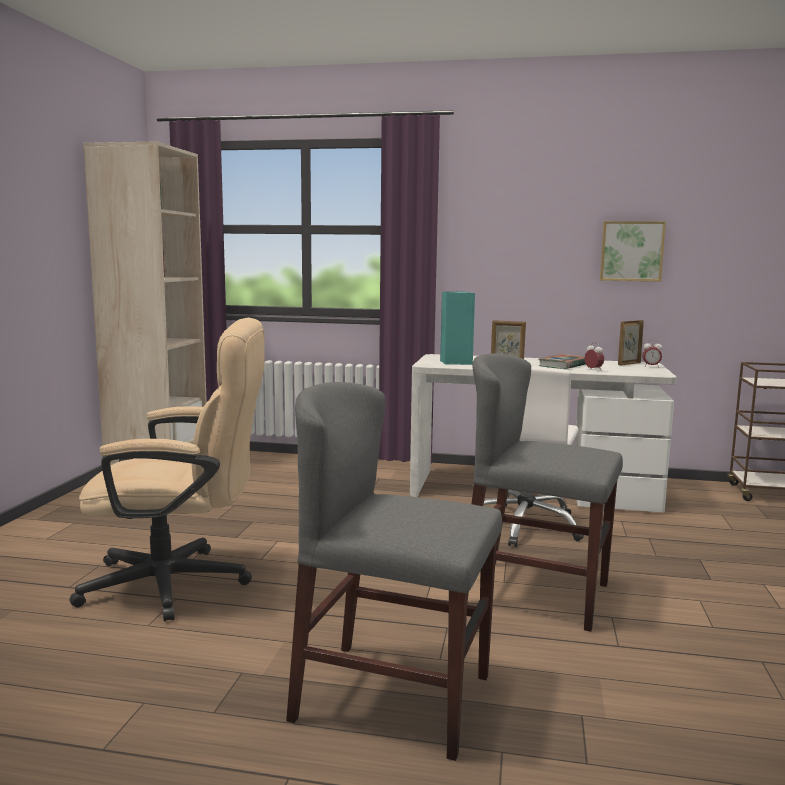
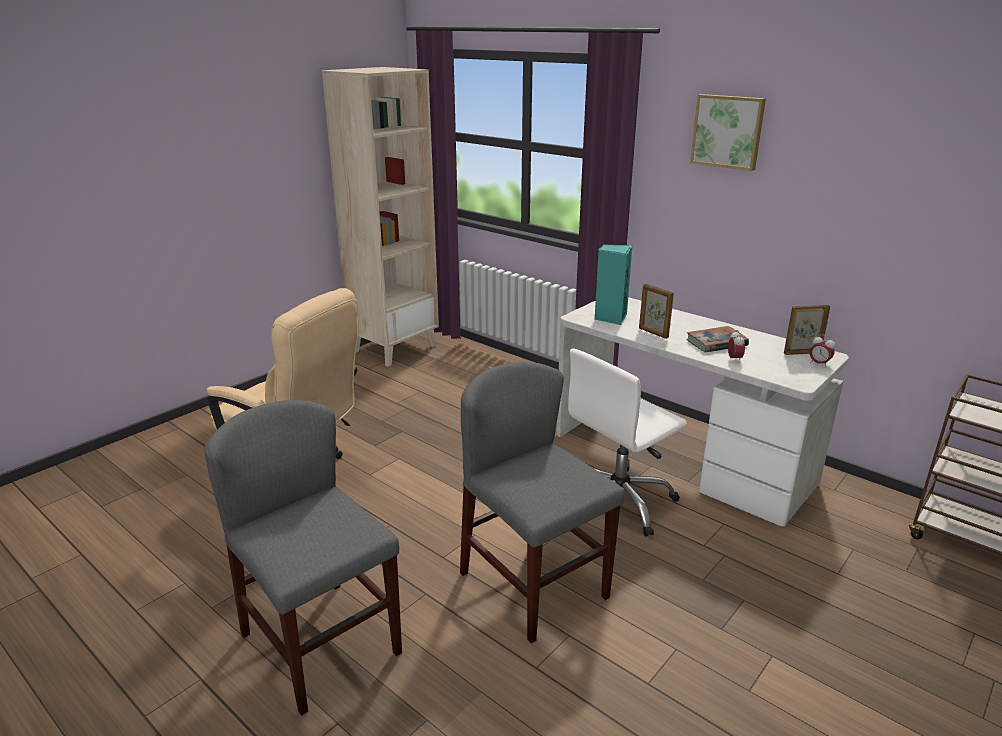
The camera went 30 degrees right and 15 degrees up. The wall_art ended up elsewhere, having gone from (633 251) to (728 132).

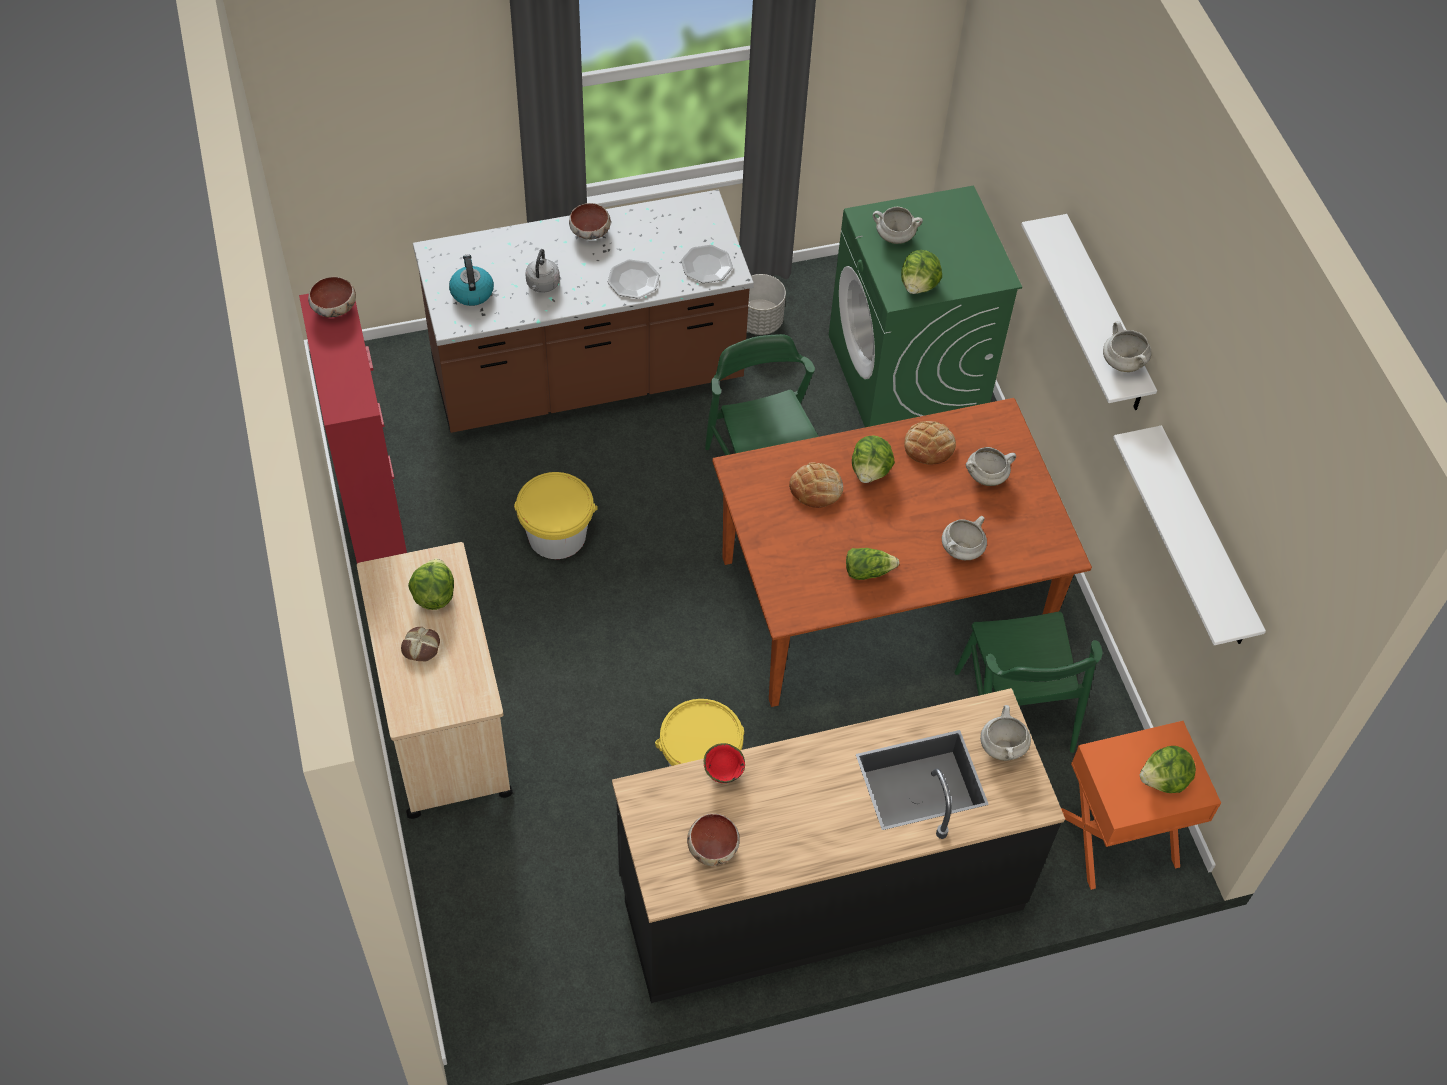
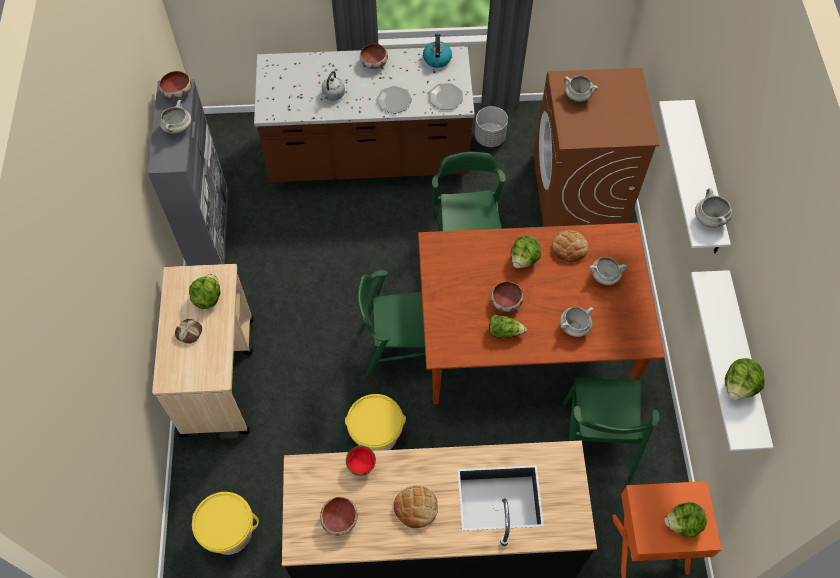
The camera went 15 degrees right and 5 degrees up. The second view gained the greenish_upright_chair at (391 325). The second view gained the deep_dish at (507 297). The water_kettle ended up elsewhere, having gone from (471 280) to (437 50). The yellow-coloured_water_bucket ended up elsewhere, having gone from (556 515) to (225 523). The baked_bread ended up elsewhere, having gone from (816 485) to (416 506). The head_of_lettuce ended up elsewhere, having gone from (921 272) to (745 379). The whitish_cooking_pot ended up elsewhere, having gone from (1005 733) to (175 117). What was the red_cabinet at (353 428) turned into the greyish_cabinet at (188 172). What was the greenish_laundry_machine at (925 306) turned into the brown_laundry_machine at (596 147).

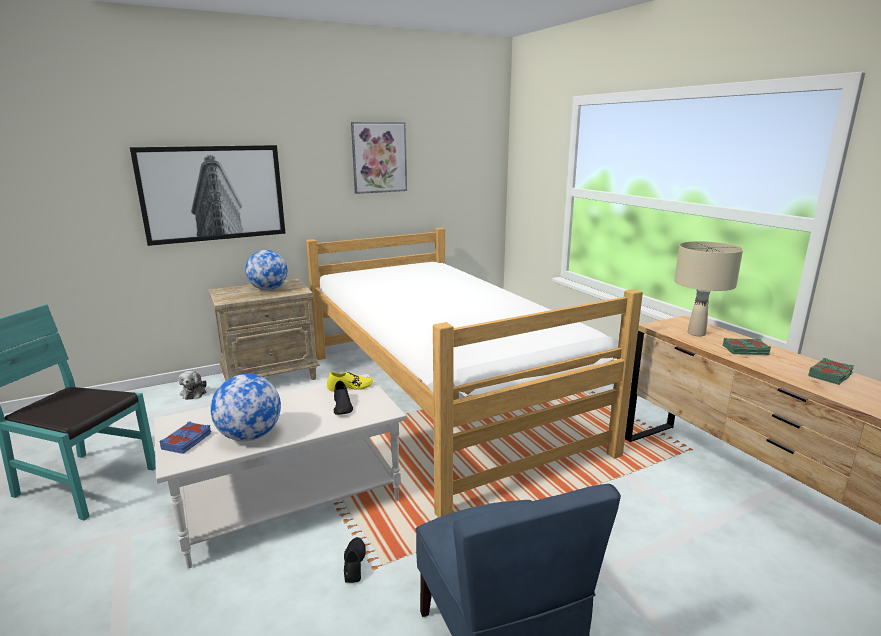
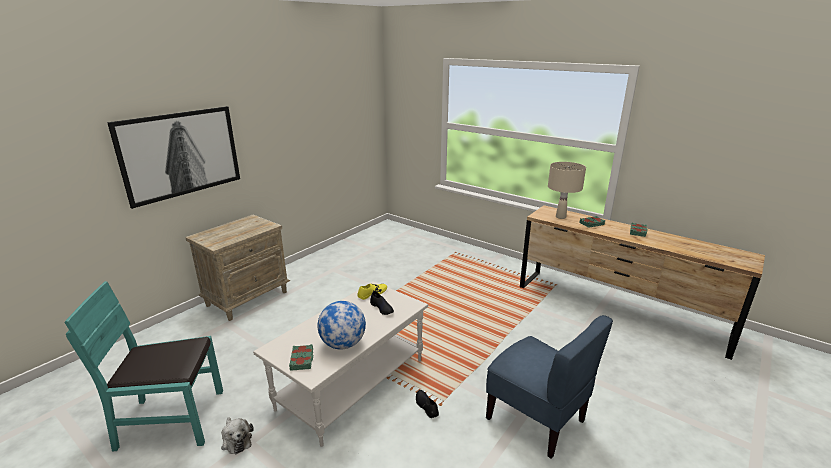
The camera went 25 degrees left and 5 degrees up. The second view lost the desk_globe at (266 270). The second view lost the bed at (474 372). The second view lost the wall_art at (379 158). The plush_toy ended up elsewhere, having gone from (193 385) to (237 435). What was the blue_bound_book at (185 437) turned into the greenish_bound_book at (301 357).

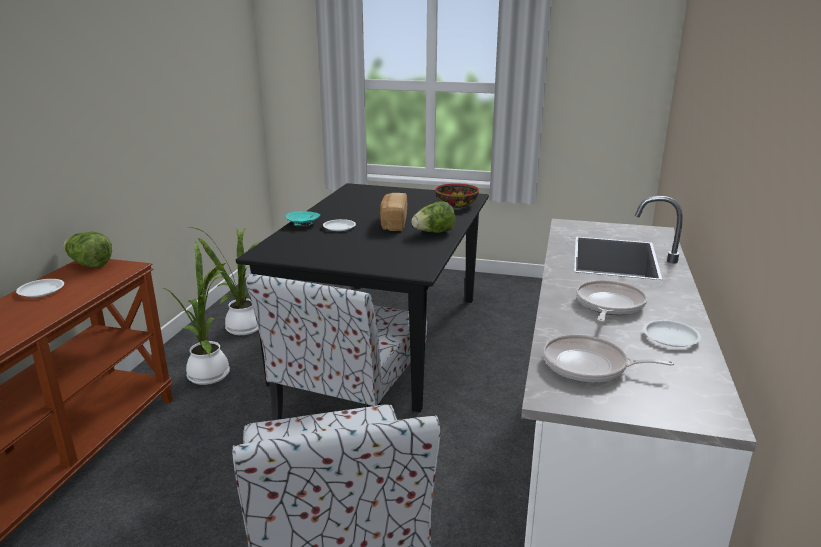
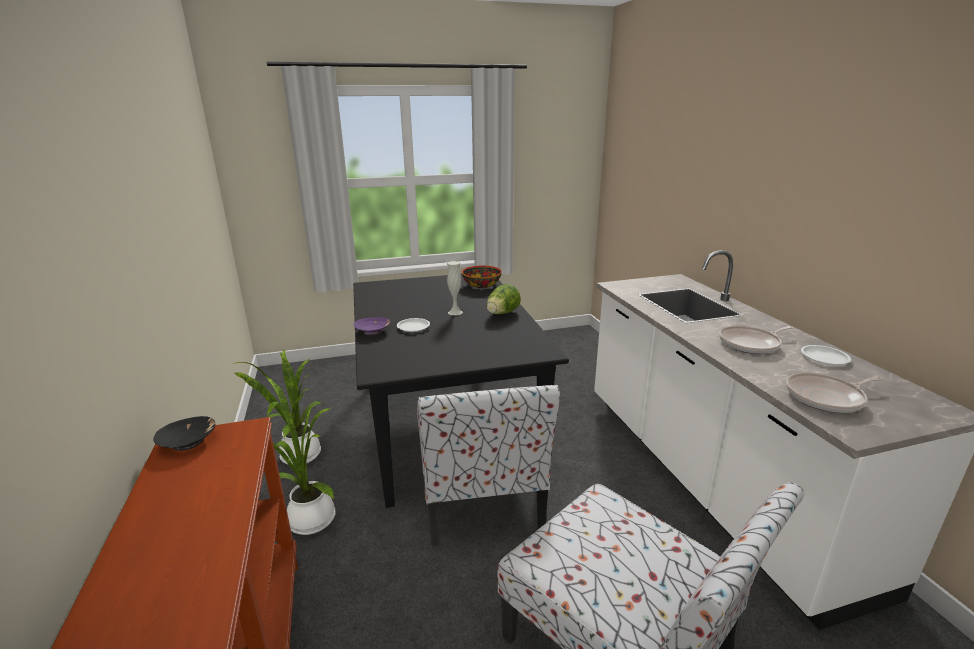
The camera went 30 degrees left and 0 degrees up. The second view lost the whitish_plate at (40 288). Where the head_of_lettuce stood at (87 250), the black_deep_dish came to stand at (184 433). Where the baked_bread stood at (393 212), the whitish_decorative_vase came to stand at (455 288). What was the blue-green_deep_dish at (302 219) turned into the purple_deep_dish at (371 326). The skillet at (611 301) ended up facing another way, 105 degrees counterclockwise from before.

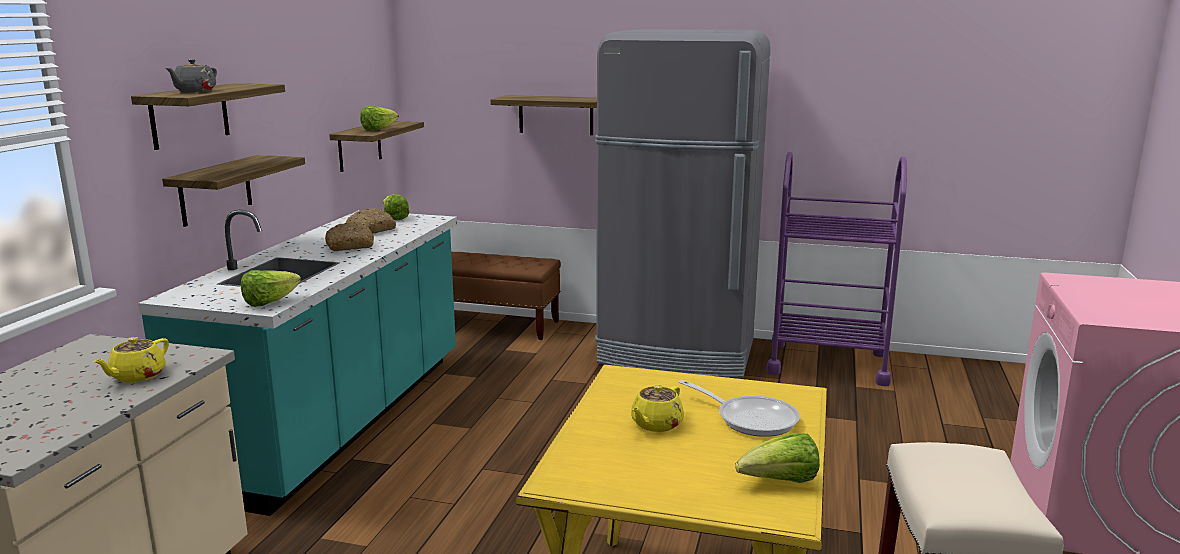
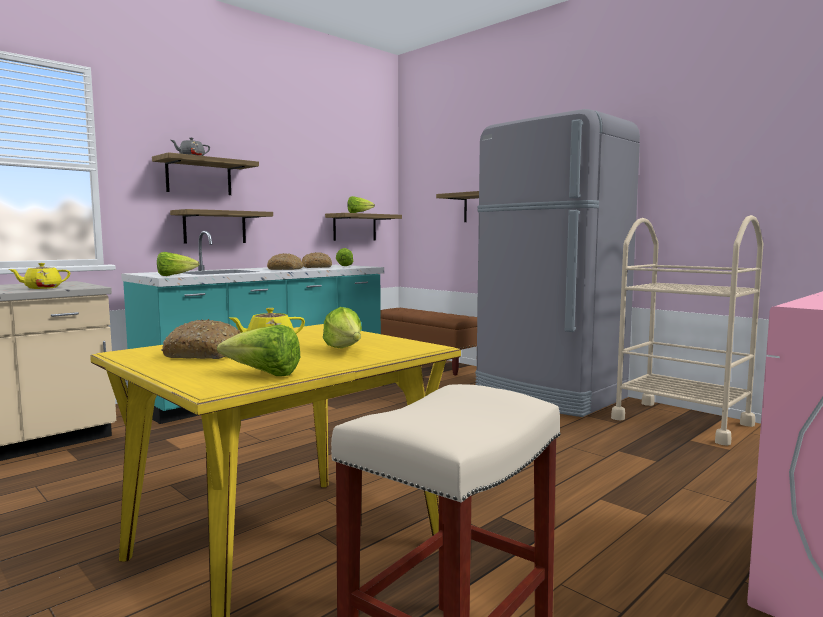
The camera went 30 degrees right and 10 degrees down. The second view gained the baked_bread at (201 339). Where the skillet stood at (739 408), the head_of_lettuce came to stand at (342 327). What was the purple_trolley at (836 269) turned into the sand-coloured_trolley at (687 330).

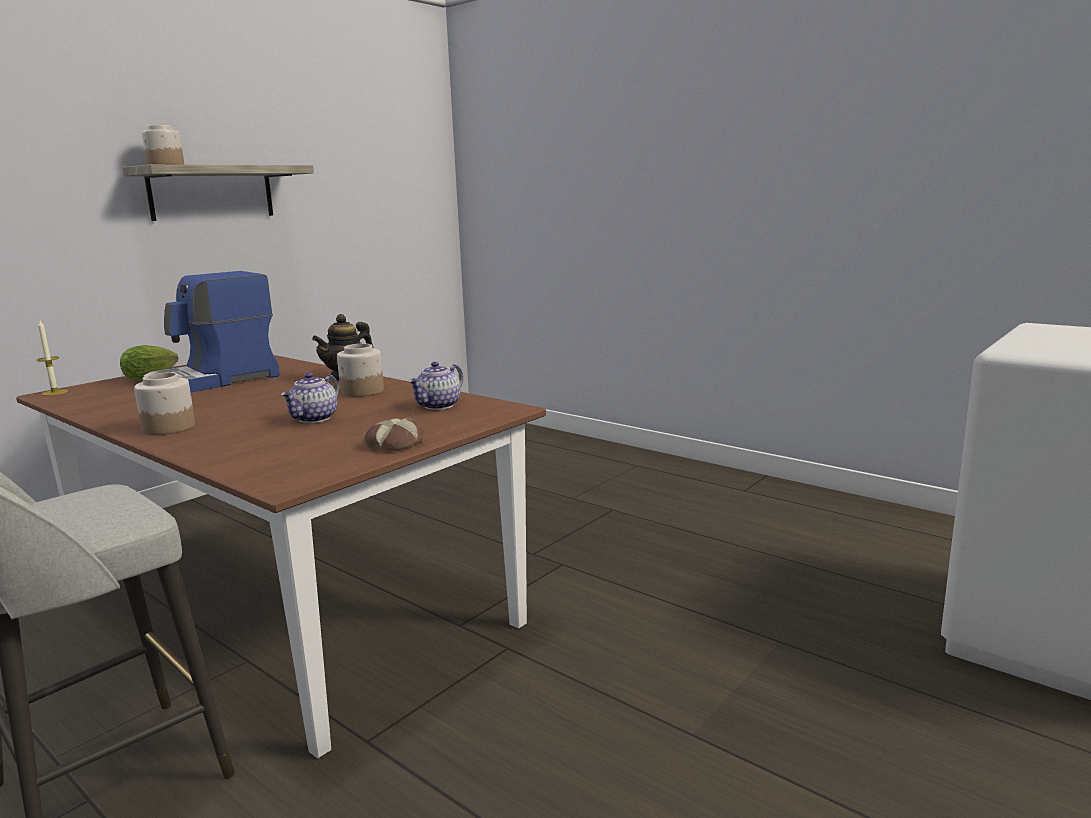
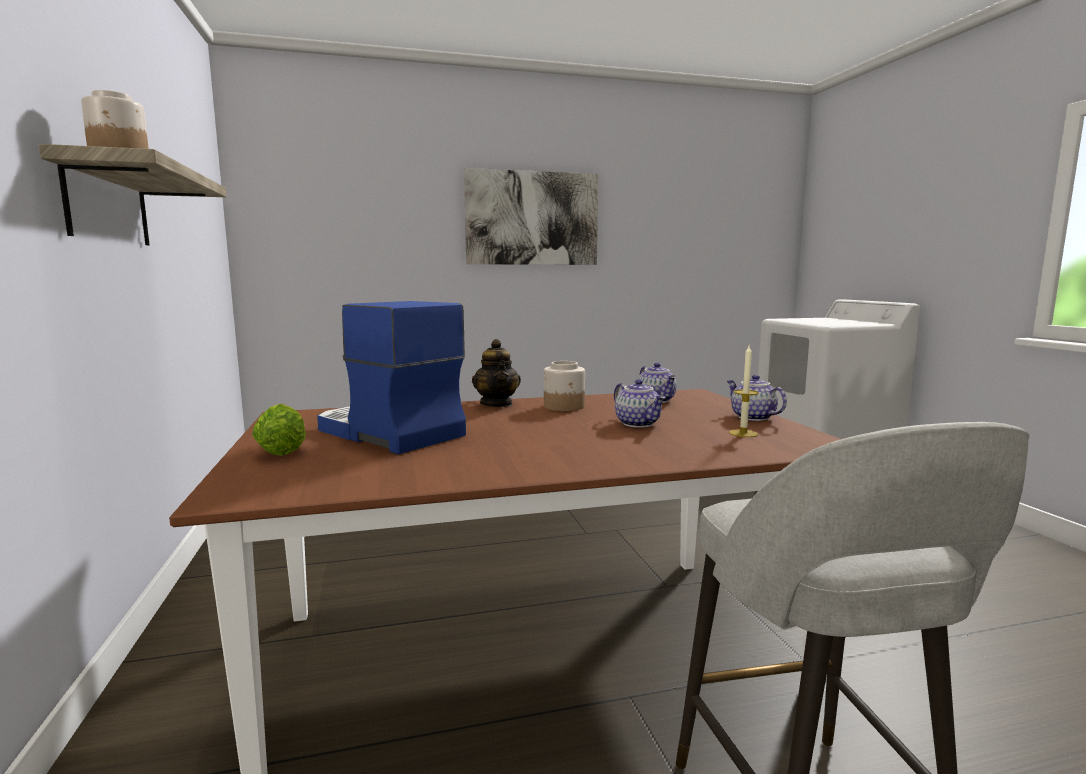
The camera went 55 degrees left and 5 degrees down. The second view lost the storage_jar at (164 403). The second view gained the wall_art at (531 216). The wax_light ended up elsewhere, having gone from (52 357) to (744 391). Where the baked_bread stood at (394 435), the pot_for_tea came to stand at (757 398). The coffee_maker at (211 331) ended up facing another way, 135 degrees clockwise from before.

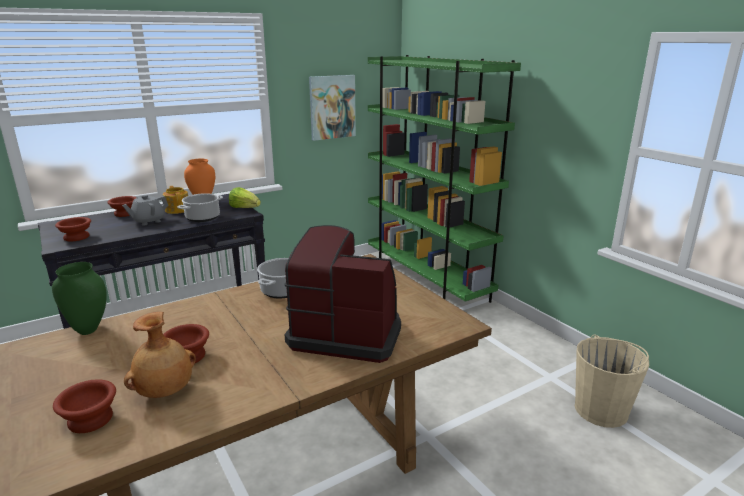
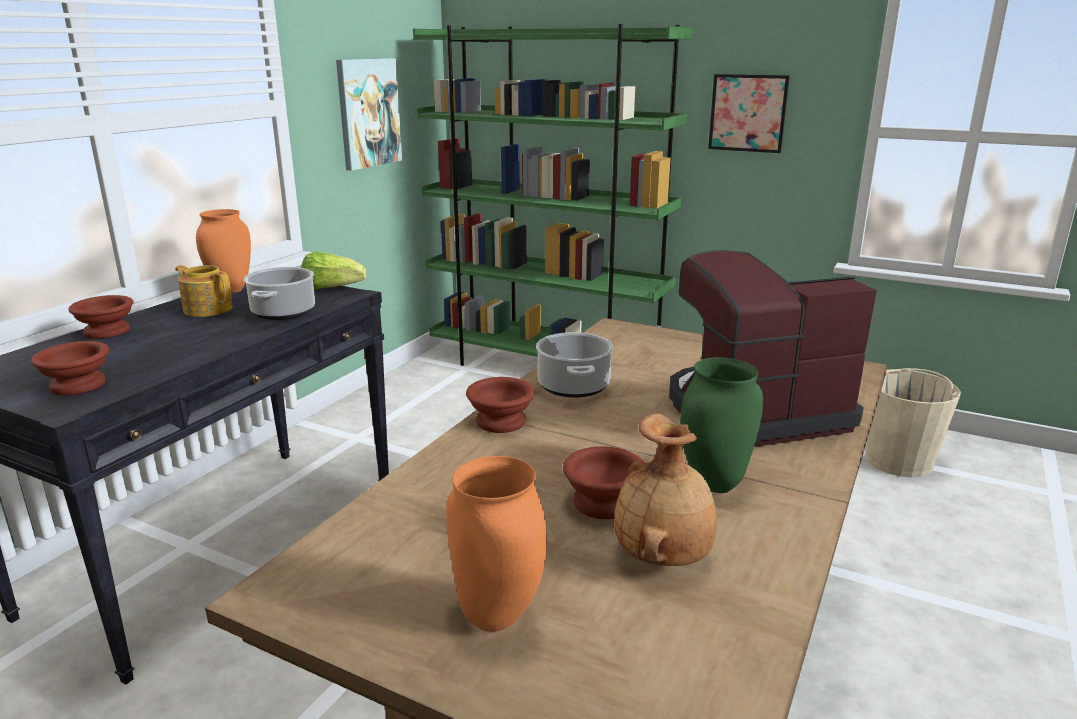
The camera went 30 degrees left and 0 degrees up. The second view lost the greyish_pot_for_tea at (145 210). The second view gained the orangey_decorative_vase at (496 544). The second view gained the wall_art at (749 113). The greenish_decorative_vase ended up elsewhere, having gone from (79 298) to (721 425). The brown_deep_dish ended up elsewhere, having gone from (84 406) to (500 405).

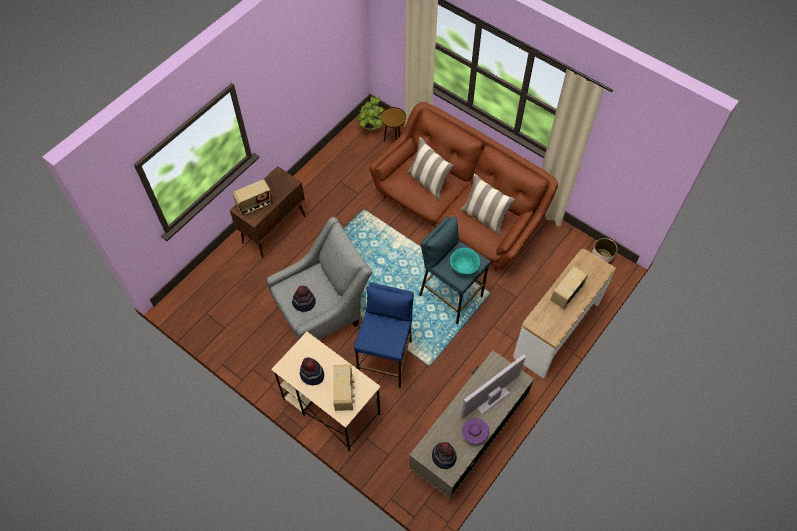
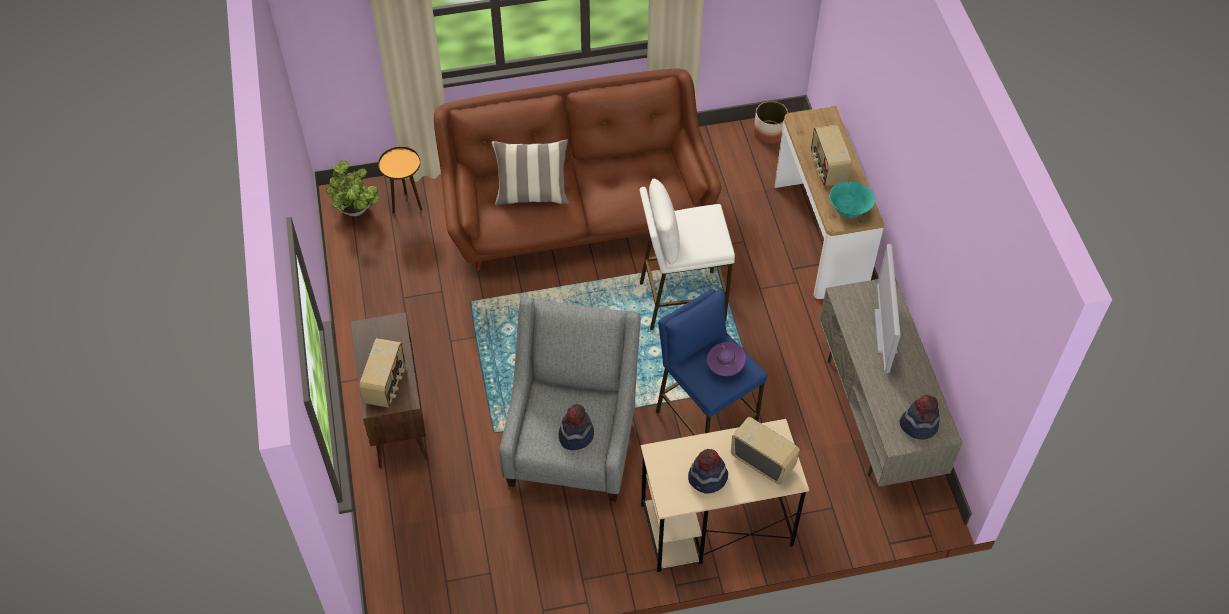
The camera went 50 degrees left and 5 degrees down. The second view lost the throw_pillow at (488 204). The blue-green_deep_dish ended up elsewhere, having gone from (465 261) to (852 199). The purple_hat ended up elsewhere, having gone from (475 431) to (726 359). What was the blue_stool_seat at (455 270) turned into the whitish_stool_seat at (687 254).

